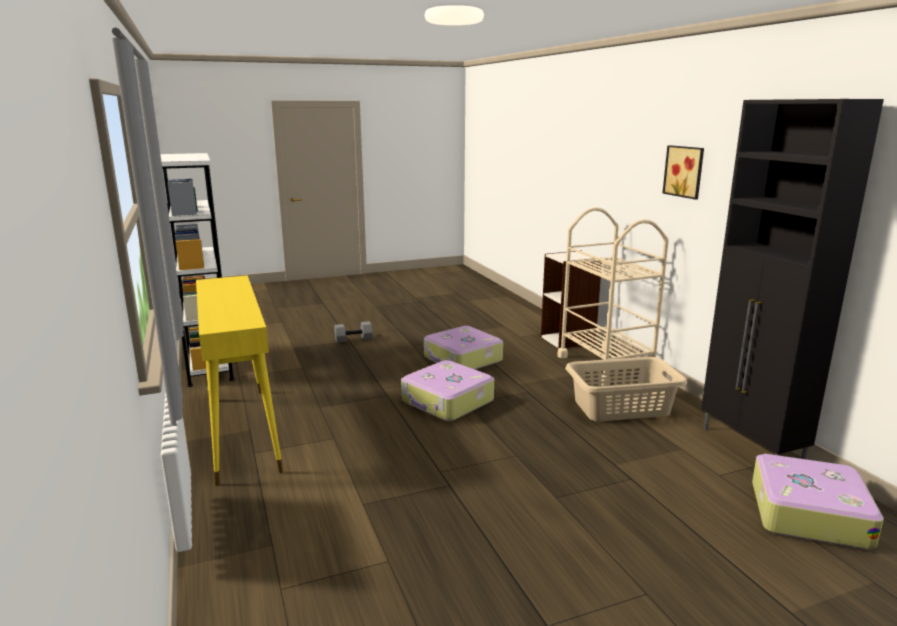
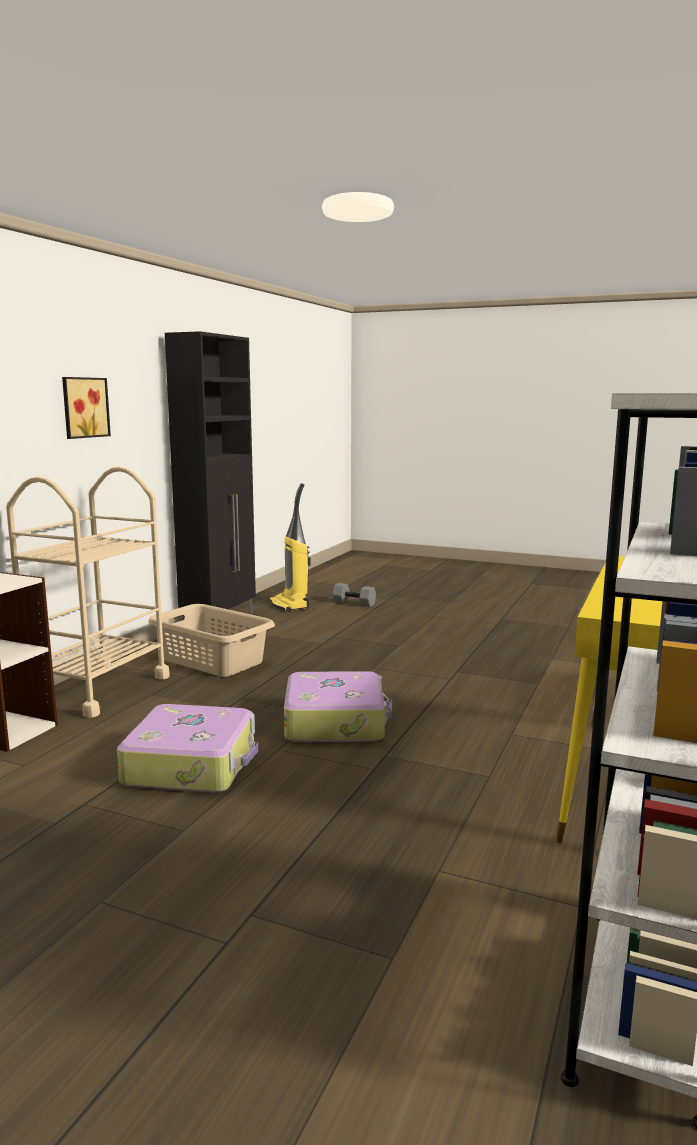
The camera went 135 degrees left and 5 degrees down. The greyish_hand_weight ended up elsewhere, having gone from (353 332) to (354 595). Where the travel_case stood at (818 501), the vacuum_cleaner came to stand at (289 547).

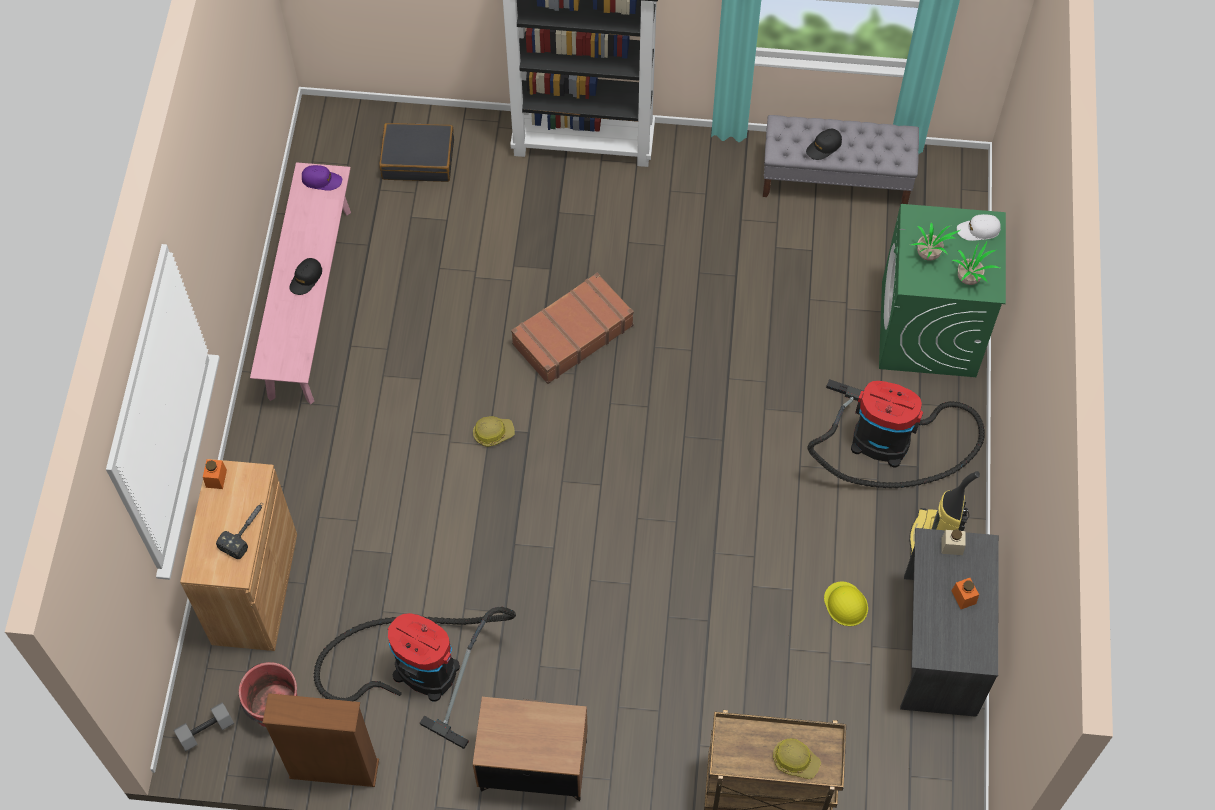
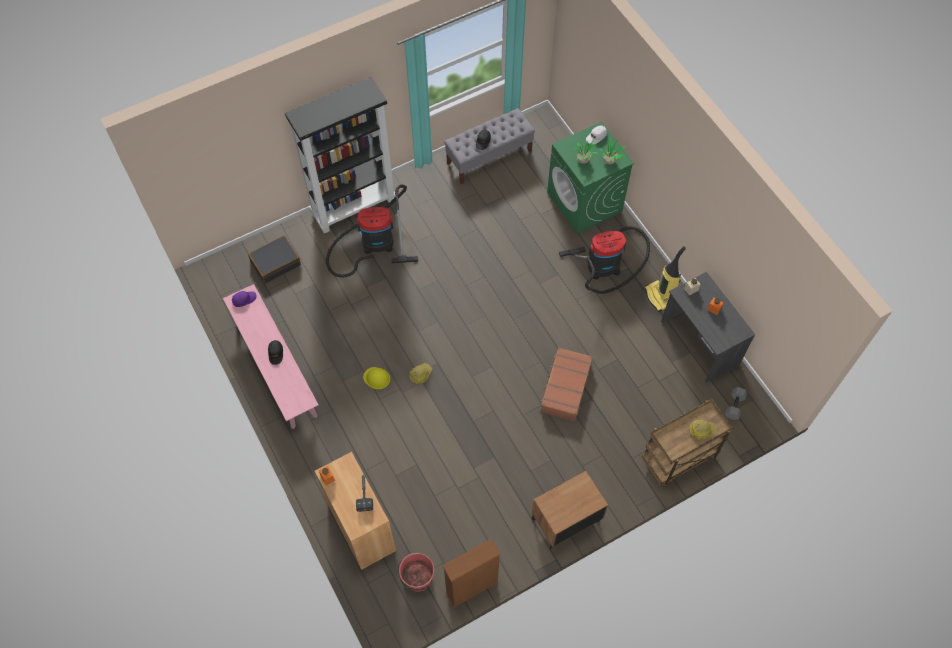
The camera went 35 degrees left and 0 degrees up. The greyish_hand_weight ended up elsewhere, having gone from (204 726) to (736 403). The vacuum_cleaner ended up elsewhere, having gone from (415 678) to (372 231). The brown_travel_case ended up elsewhere, having gone from (572 328) to (566 384). The yellow-coloured_work_helmet ended up elsewhere, having gone from (846 604) to (376 378).

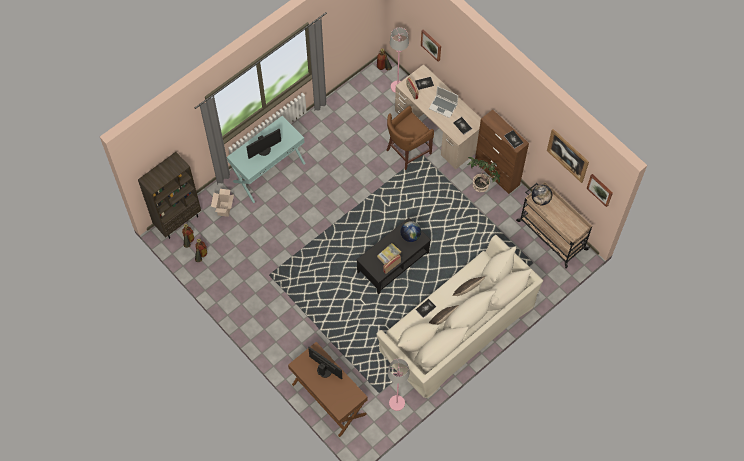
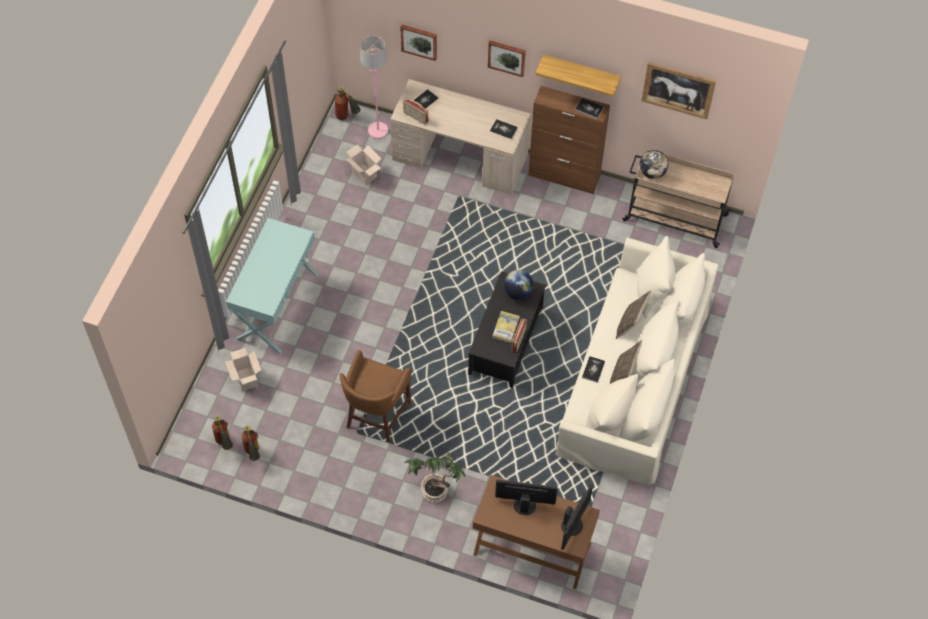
The camera went 30 degrees left and 5 degrees down. The second view lost the brown_bookshelf at (169 195). The second view lost the pinkish_standard_lamp at (398 385). The second view lost the portable_computer at (443 102). The second view gained the carton at (364 164). The second view gained the wall_shelf at (578 76). The computer_display ended up elsewhere, having gone from (263 144) to (577 517). The brown_stool_seat ended up elsewhere, having gone from (410 138) to (375 396). The plant_in_a_pot ended up elsewhere, having gone from (484 174) to (434 478). The wall_art ended up elsewhere, having gone from (599 190) to (507 59).

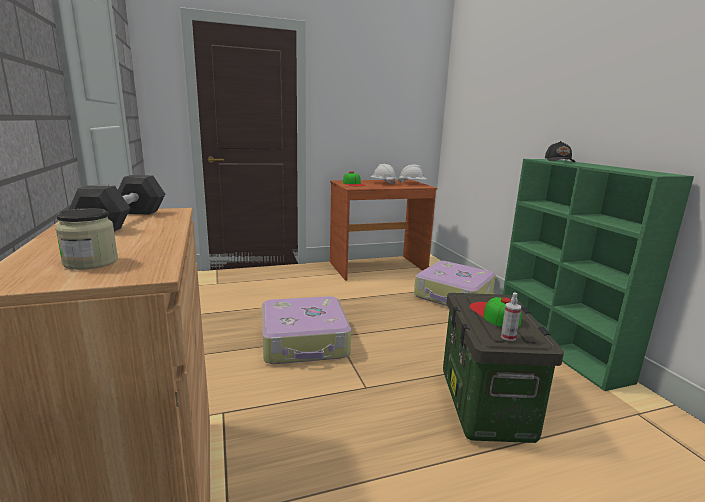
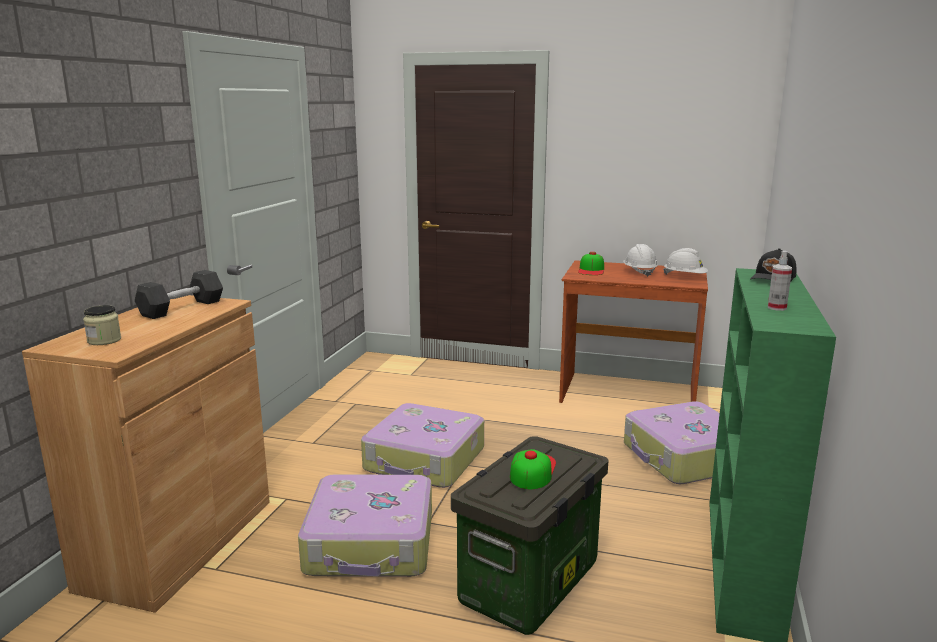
The camera went 35 degrees right and 0 degrees up. The second view gained the travel_case at (365 526). The hand_sprayer ended up elsewhere, having gone from (511 317) to (780 281).

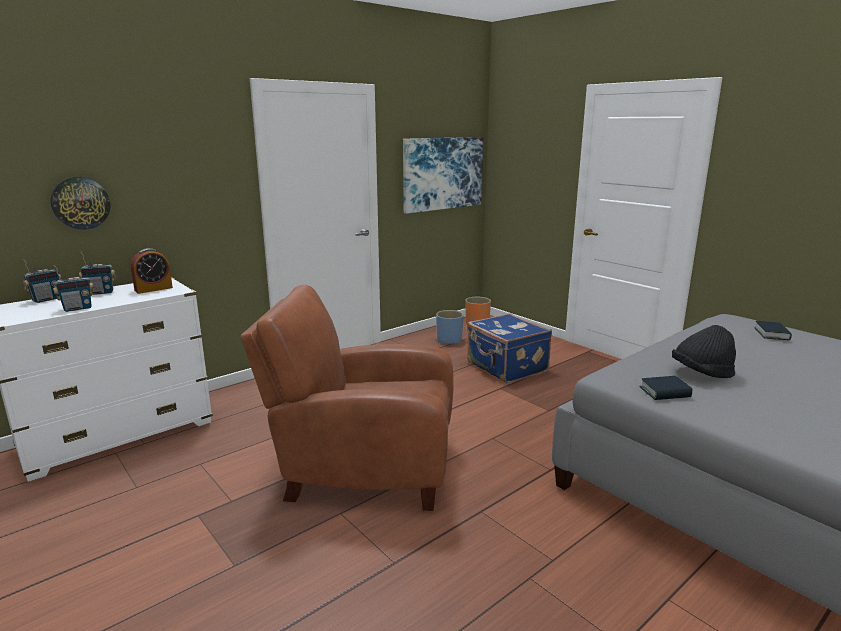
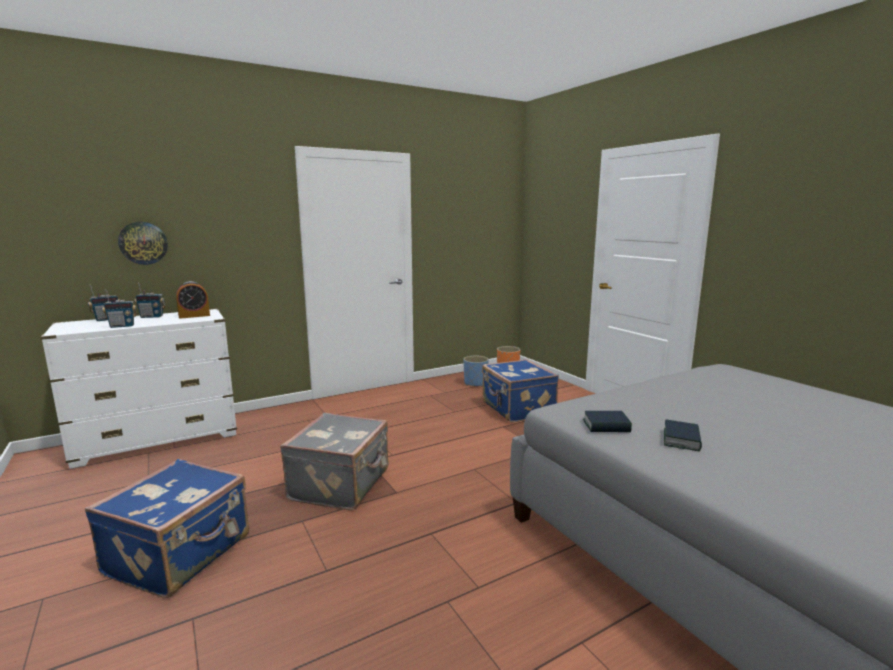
The camera went 10 degrees right and 5 degrees down. The second view lost the wall_art at (443 175). The second view lost the black_hat at (704 351). The second view gained the blue_travel_case at (167 528). The bound_book ended up elsewhere, having gone from (773 330) to (683 435). Where the brown_armchair stood at (347 398), the greyish_travel_case came to stand at (334 461).

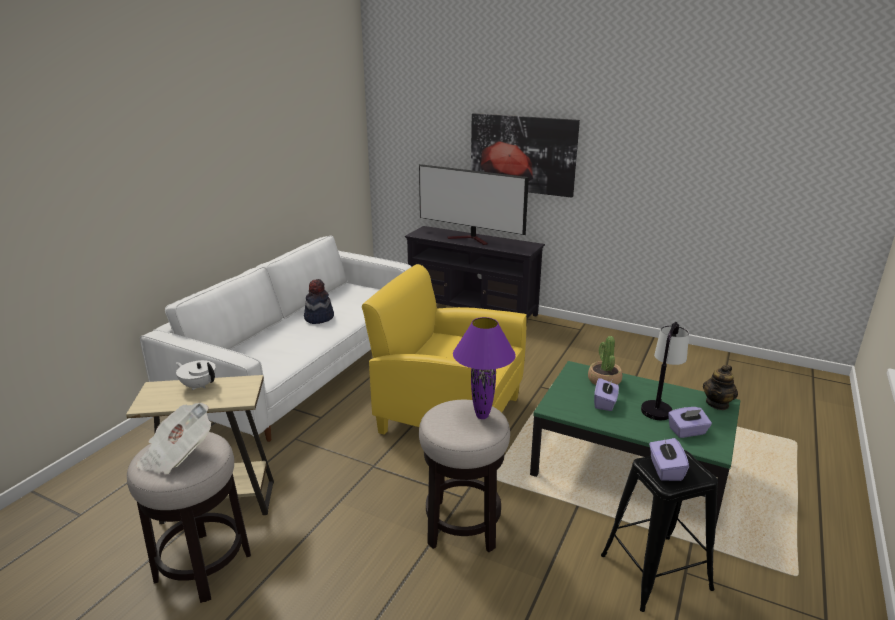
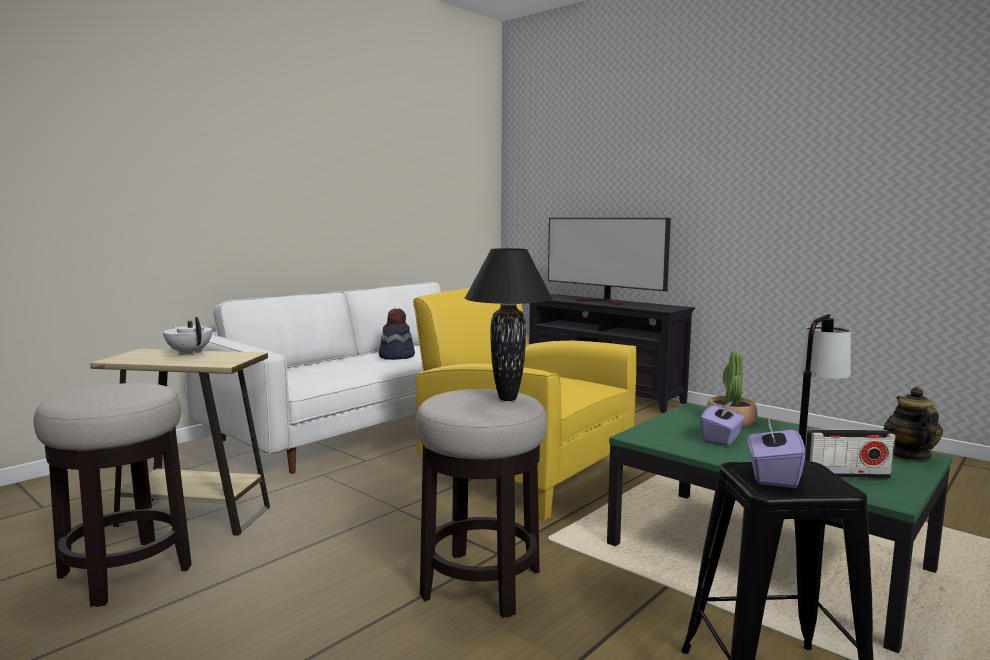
The camera went 15 degrees right and 15 degrees down. The second view lost the daily_paper at (173 439). The second view lost the wall_art at (525 155). Where the purple_tissue_box stood at (690 422), the radio_receiver came to stand at (850 454). What was the purple_table_lamp at (484 368) turned into the black_table_lamp at (509 324). The pot_for_tea at (720 387) ended up facing another way, 135 degrees clockwise from before.

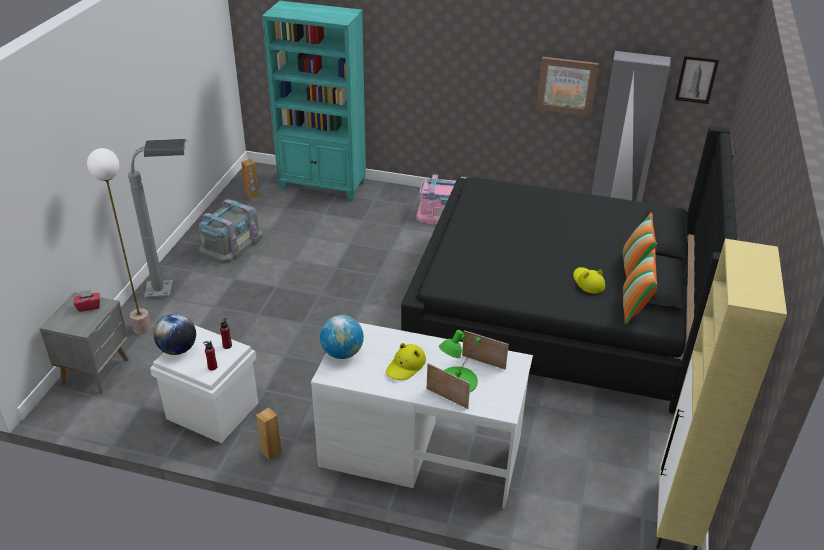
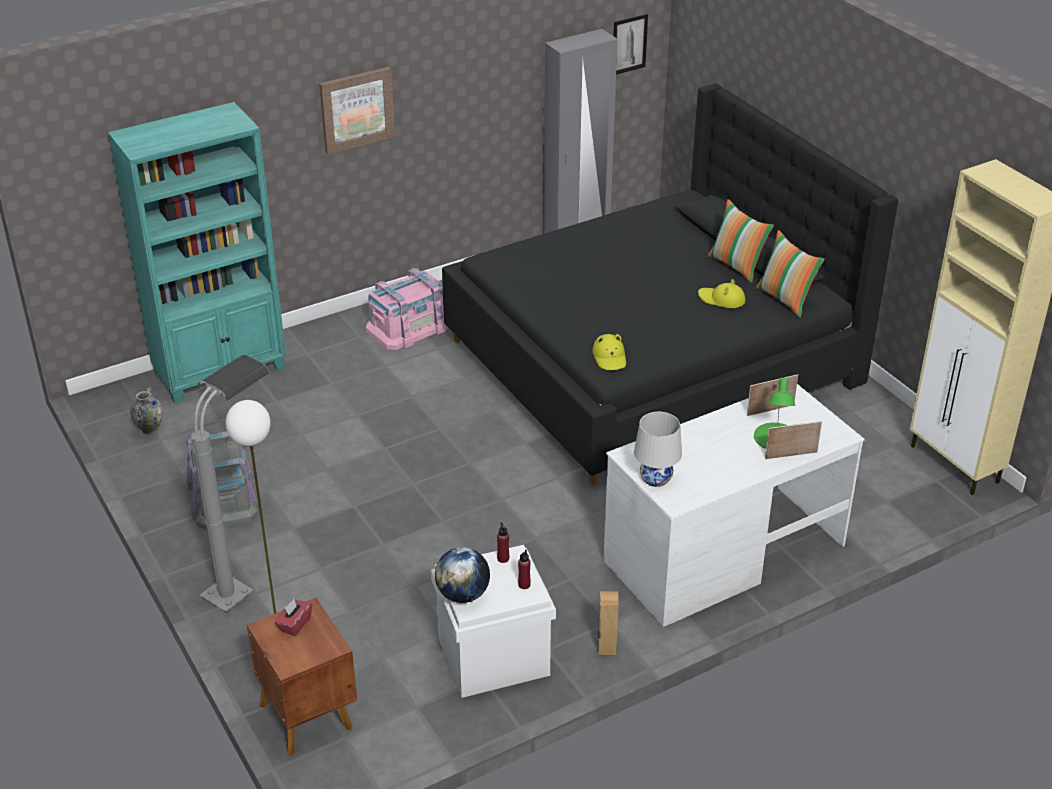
The camera went 45 degrees left and 0 degrees up. The yellow-coloured_hat ended up elsewhere, having gone from (406 361) to (609 352). The wall_art ended up elsewhere, having gone from (567 86) to (357 111). Where the brown_speaker stood at (250 178), the decorative_vase came to stand at (146 411). Where the desk_globe stood at (342 337), the whitish_table_lamp came to stand at (658 449). What was the greyish_bedside_table at (84 343) turned into the brown_bedside_table at (302 677).

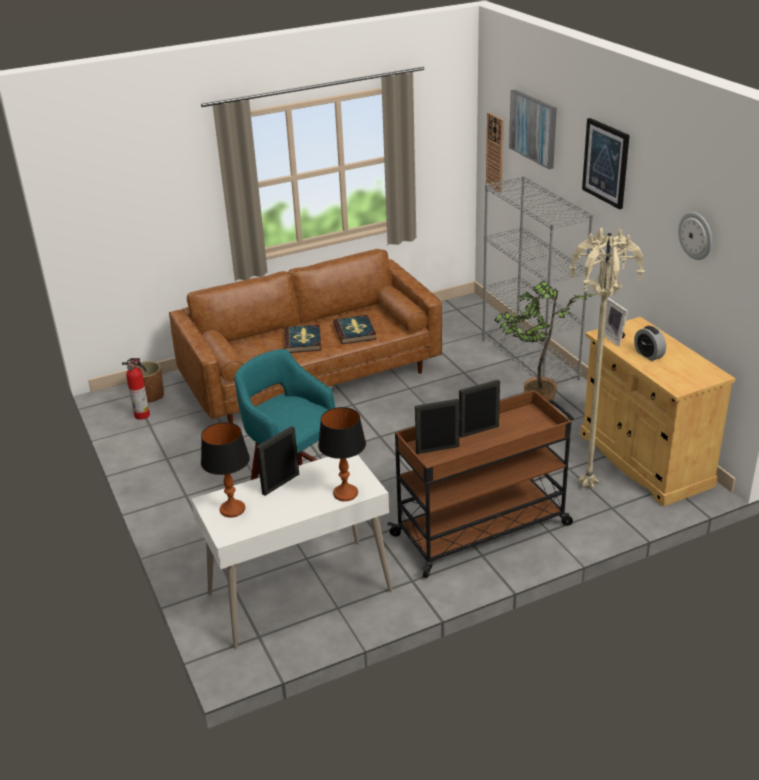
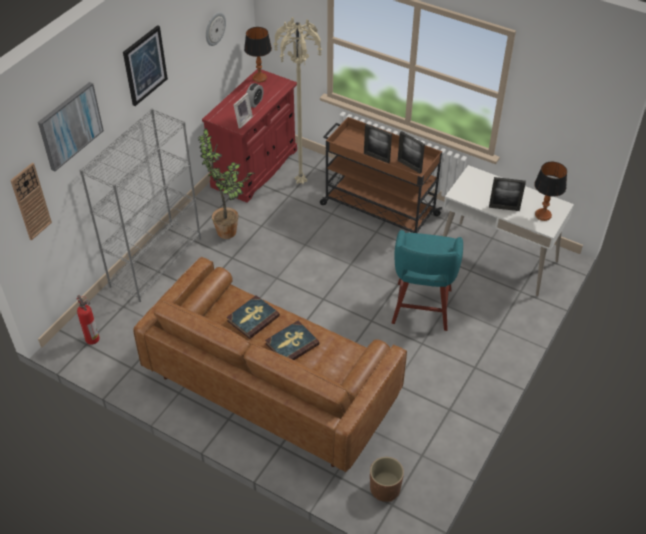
The camera went 125 degrees left and 15 degrees up. The fire-fighting_cylinder ended up elsewhere, having gone from (136 389) to (87 320). The table_lamp ended up elsewhere, having gone from (342 454) to (258 55). What was the sand-coloured_cabinet at (658 411) turned into the red_cabinet at (249 136).

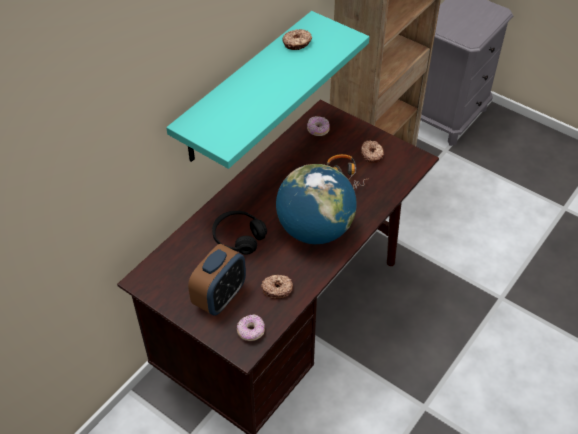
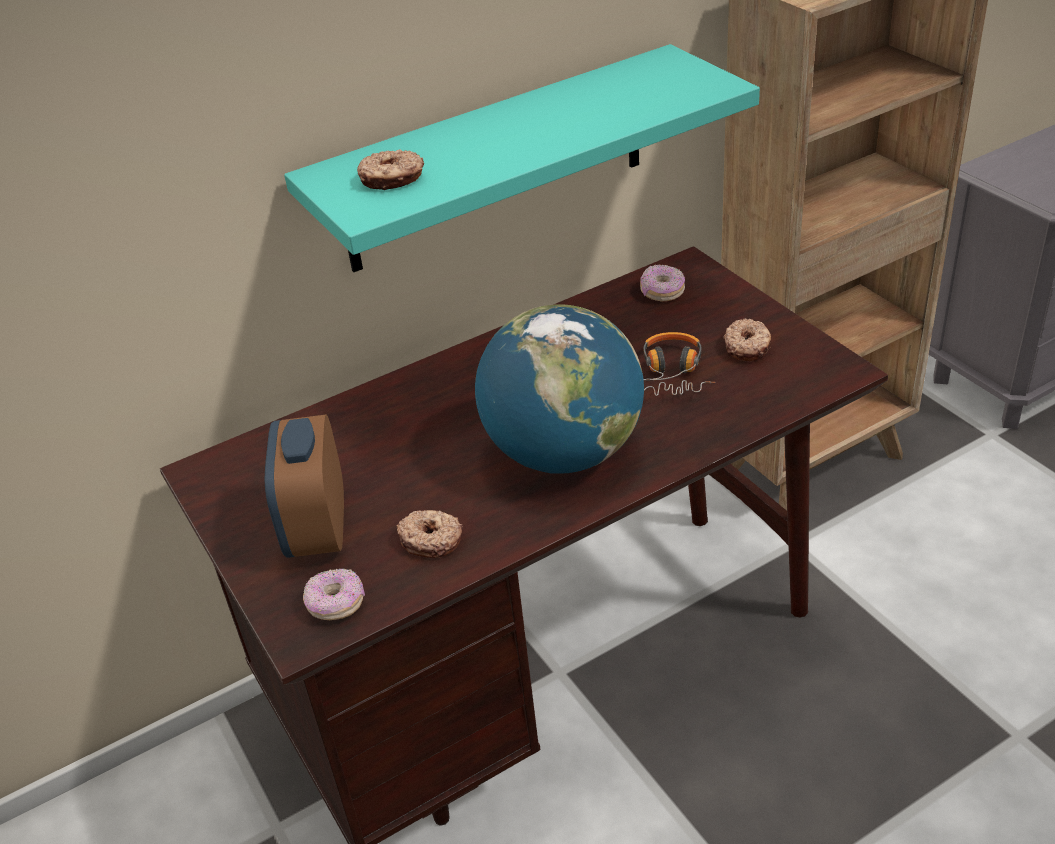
The camera went 25 degrees right and 10 degrees down. The second view lost the black_headset at (239 233). The donut ended up elsewhere, having gone from (297 39) to (390 169). The alarm_clock at (217 280) ended up facing another way, 120 degrees clockwise from before.

